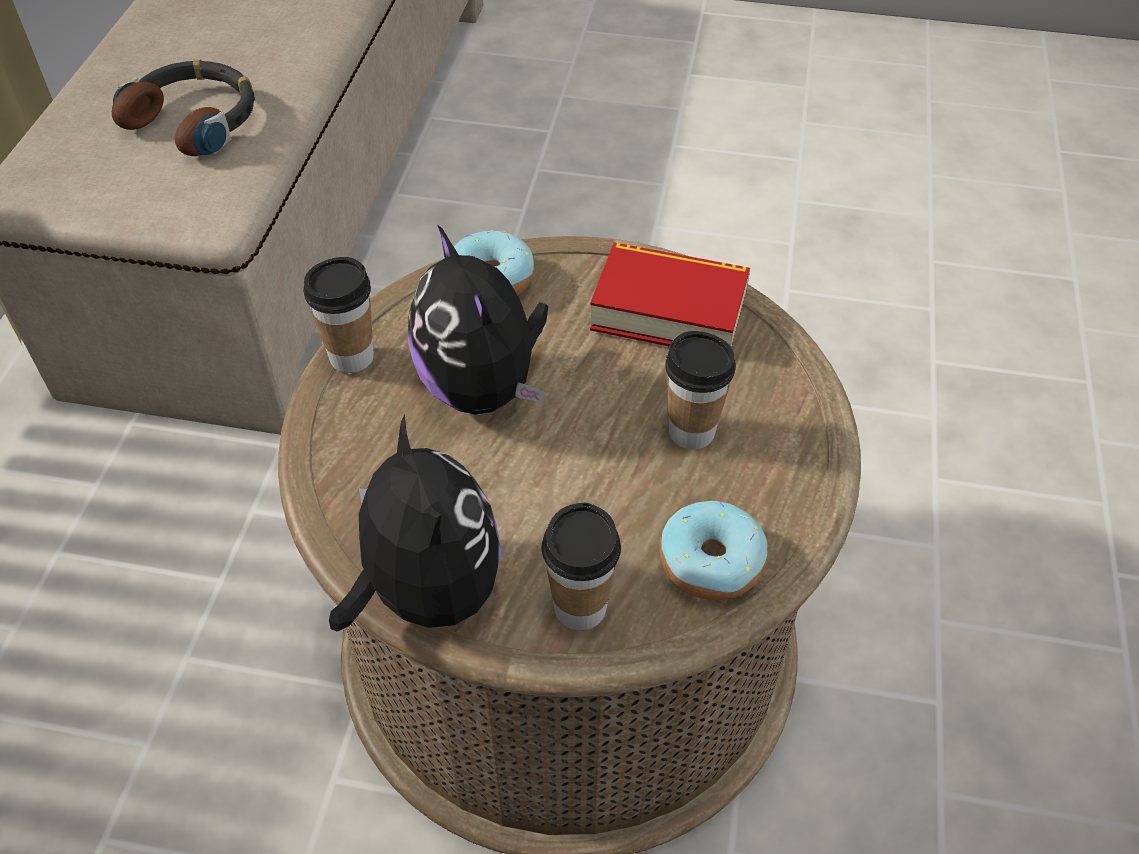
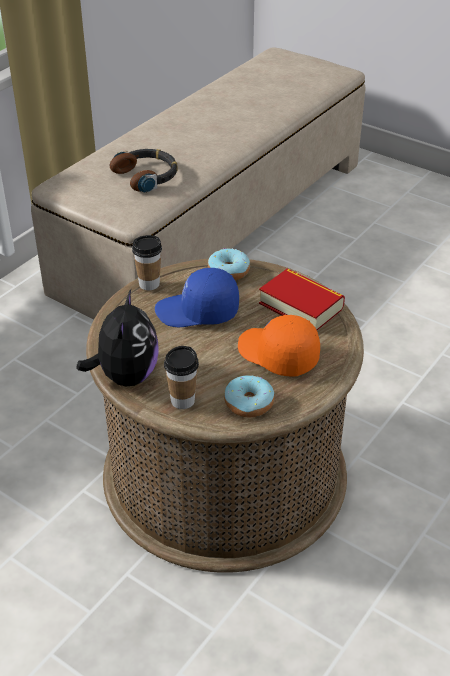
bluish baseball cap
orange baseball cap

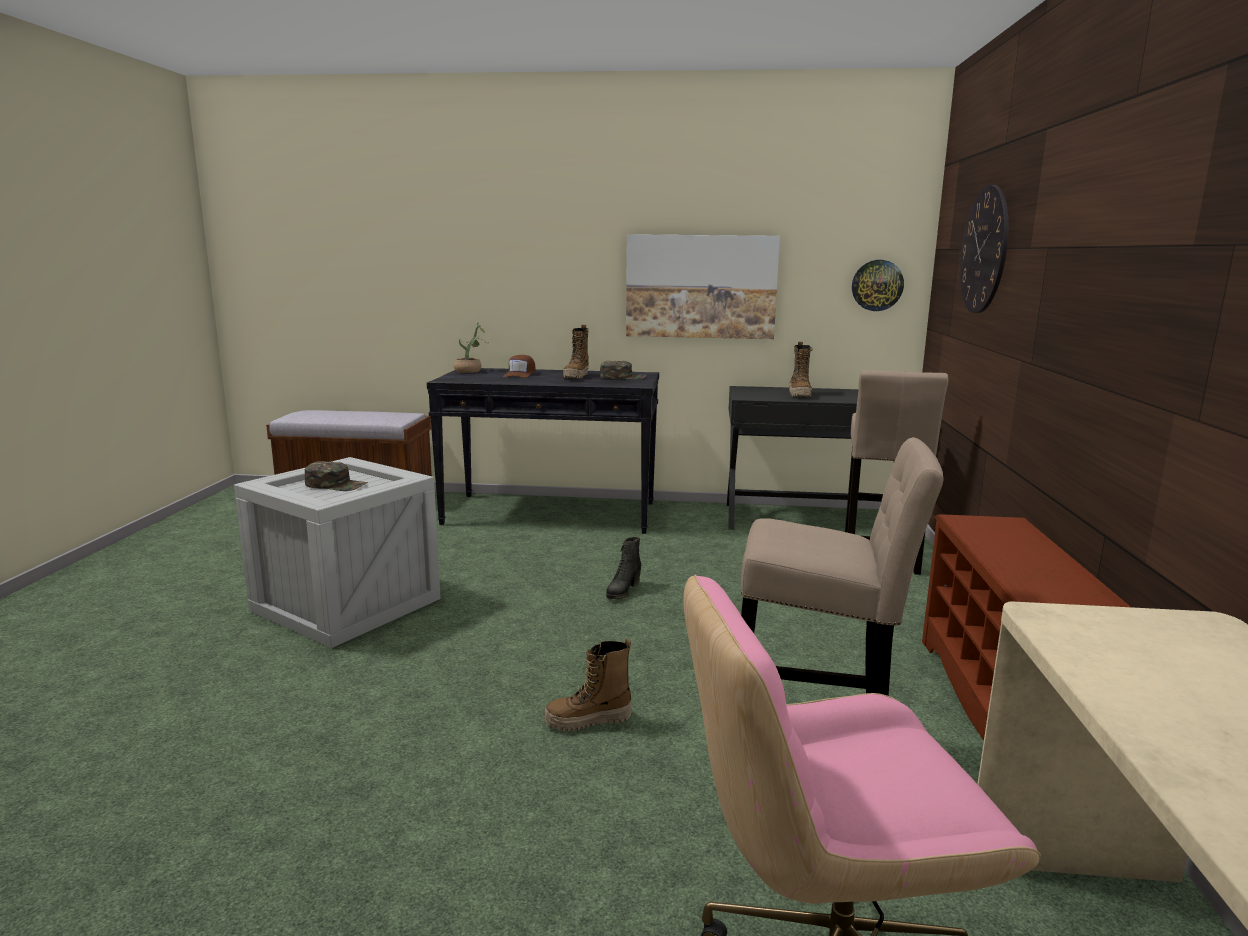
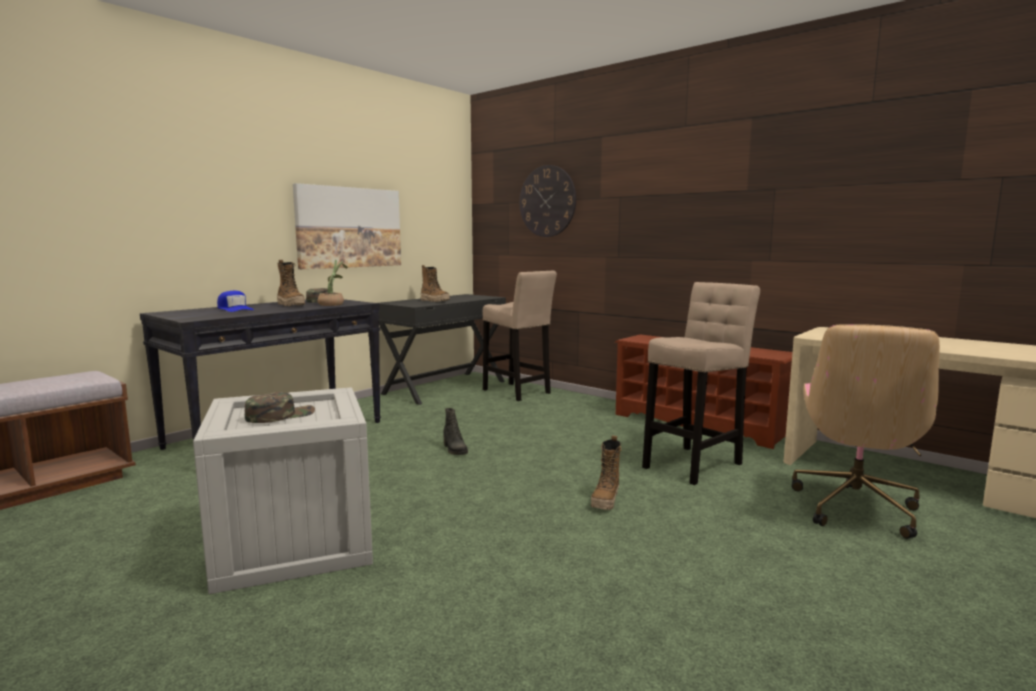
bluish baseball cap
houseplant
hanging clock (1st from left in the first image)

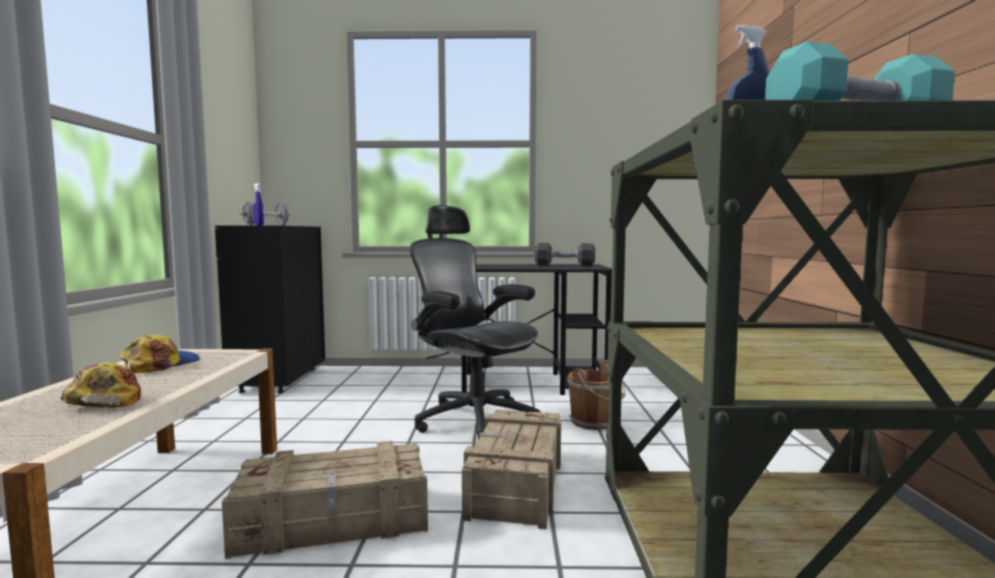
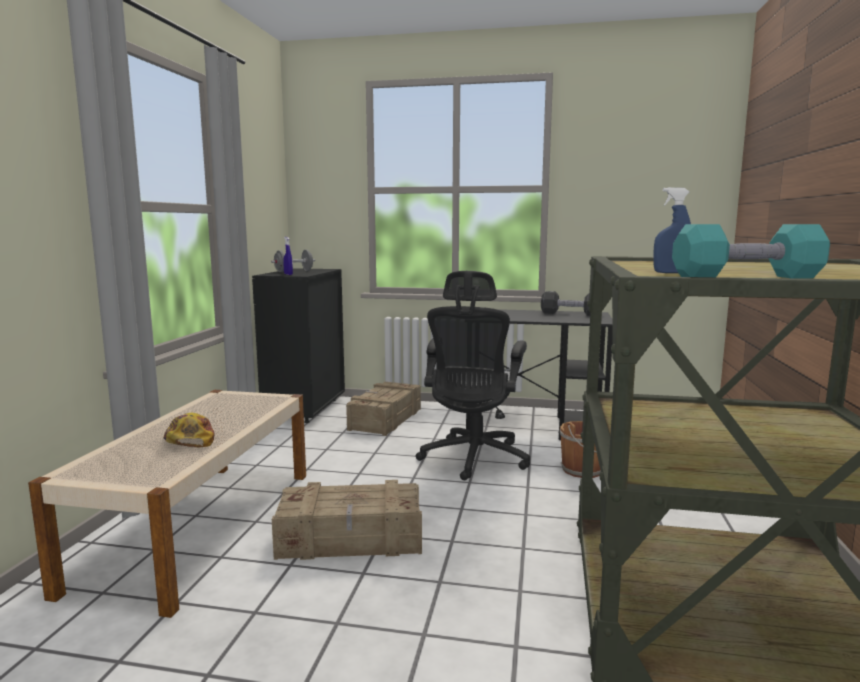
crate (2nd from left)
desk chair
baseball cap (2nd from left in the first image)

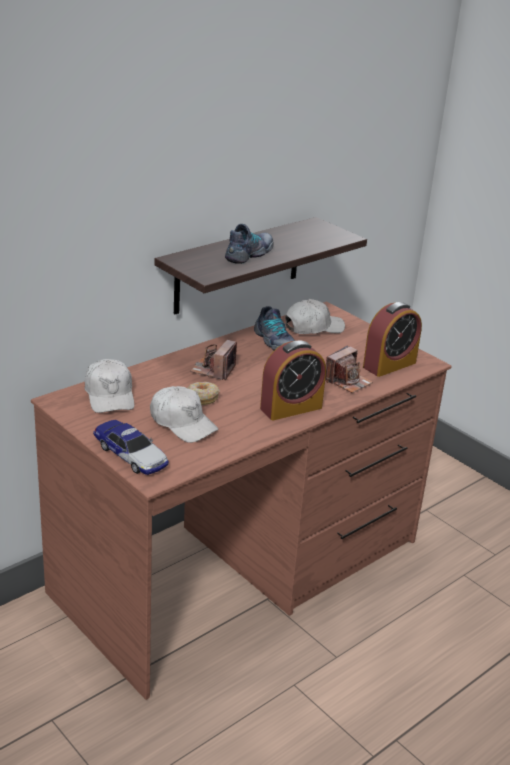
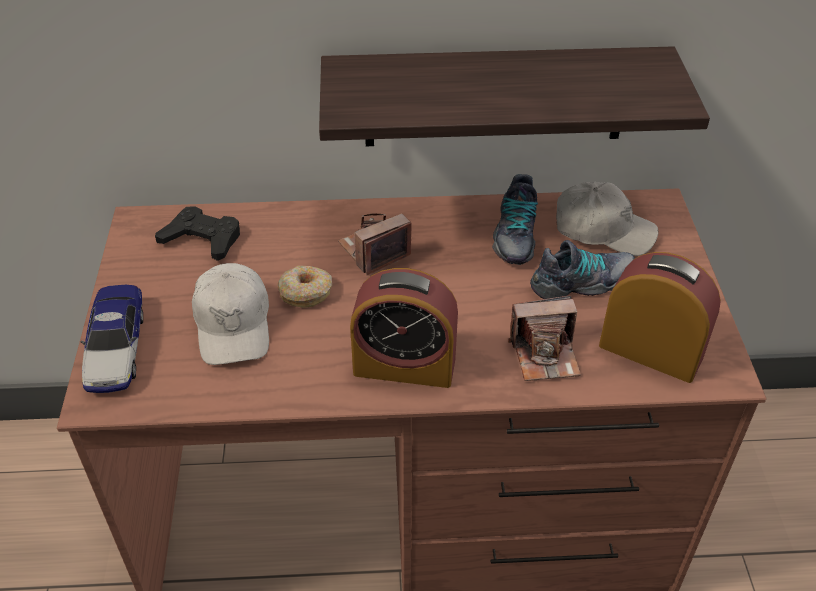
black-coloured game controller
low shoe (2nd from left)
bedside clock (2nd from left)

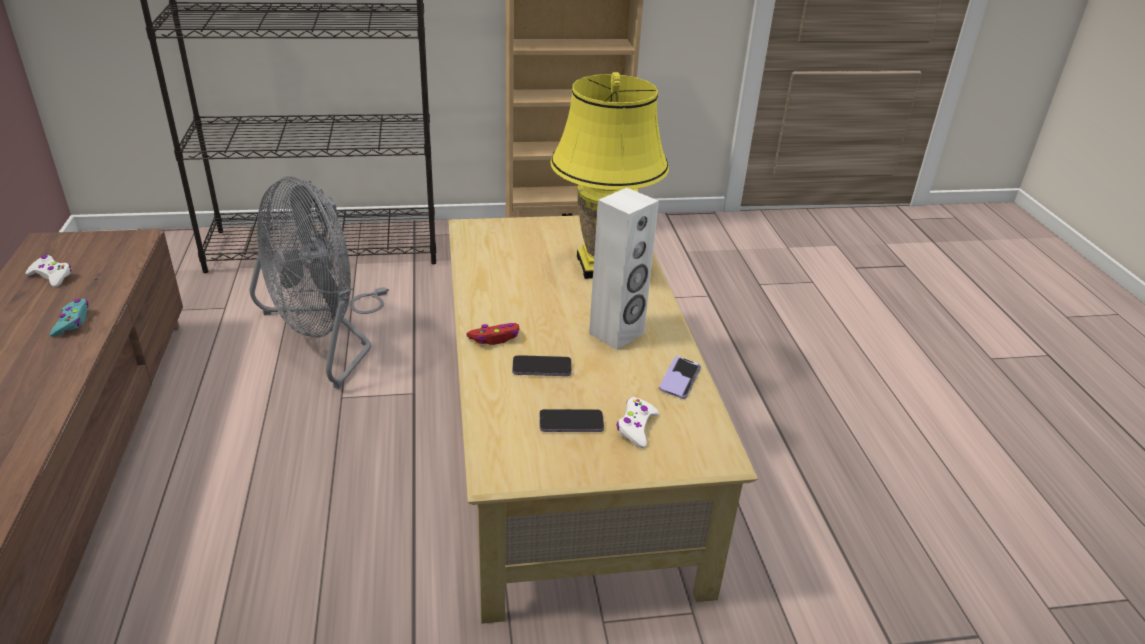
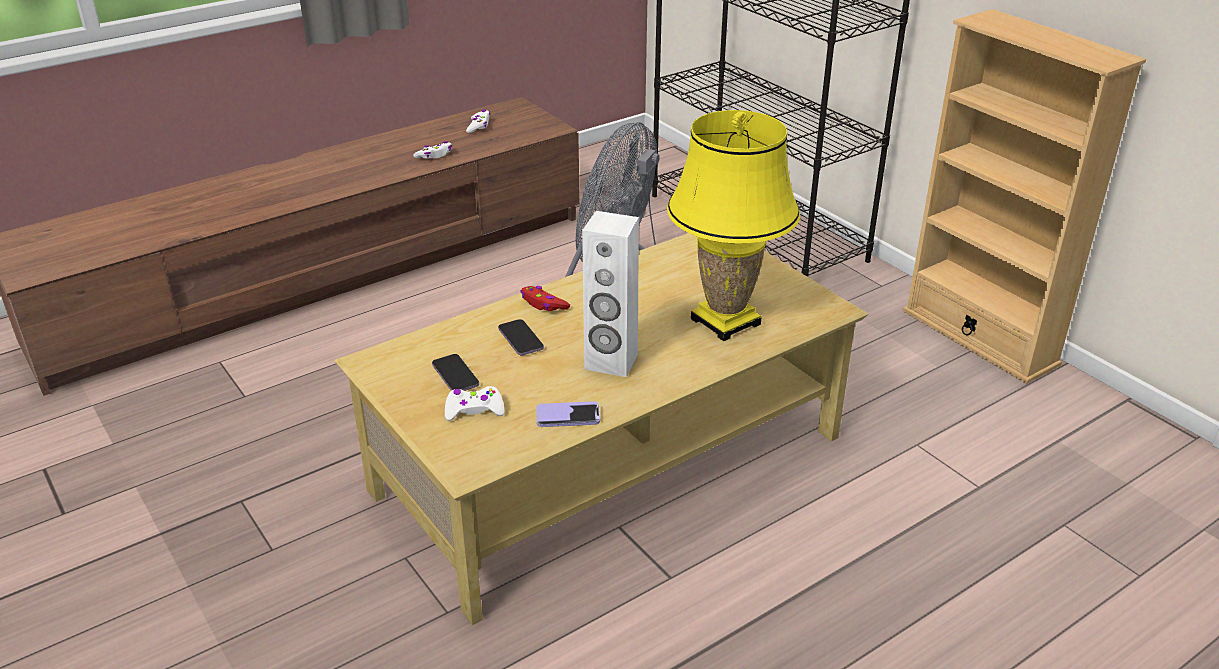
white game controller (1st from left)

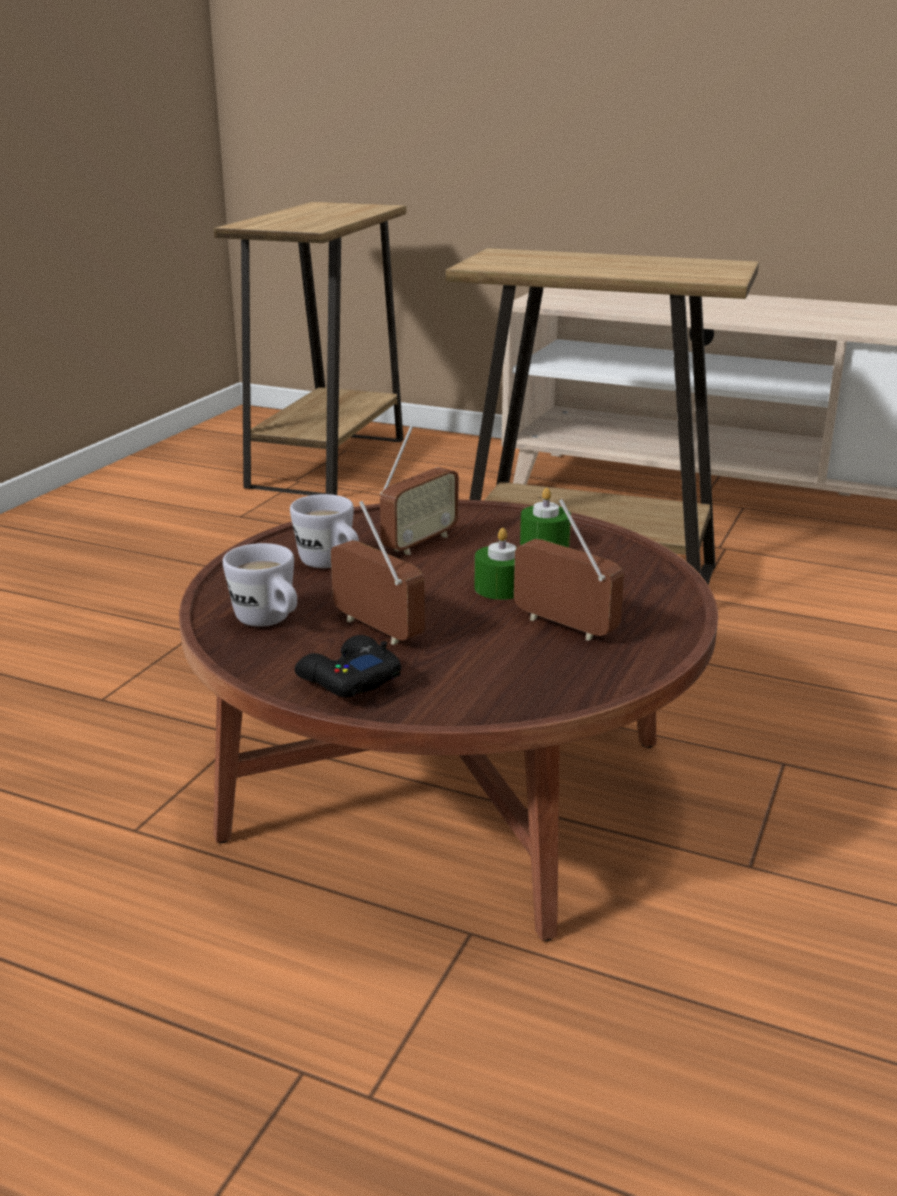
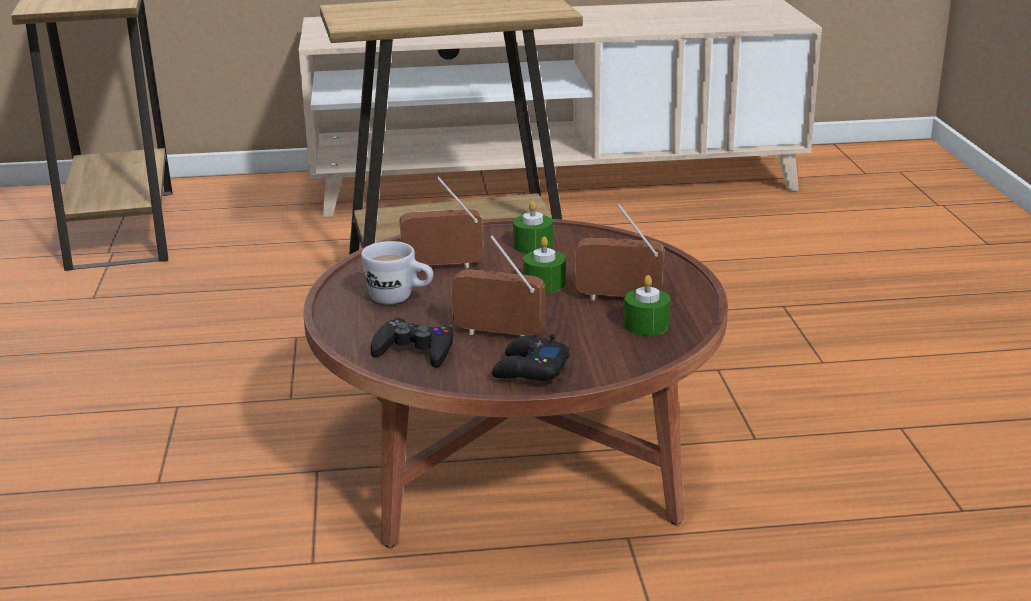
black-coloured game controller (1st from left)
radio receiver (1st from left)
greenish candle (3rd from left)

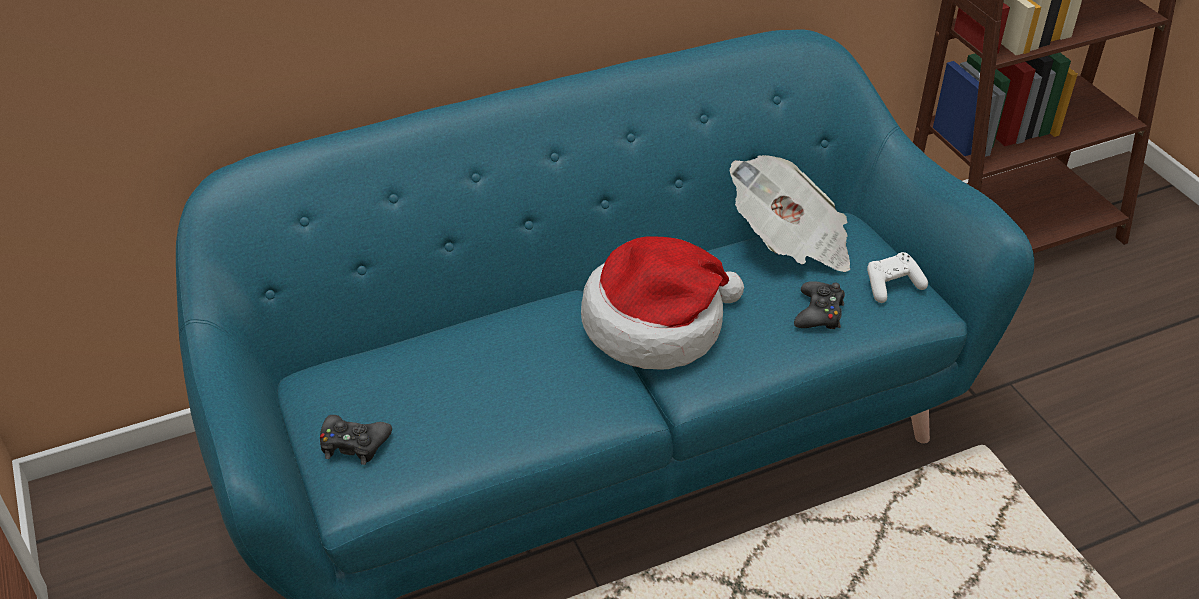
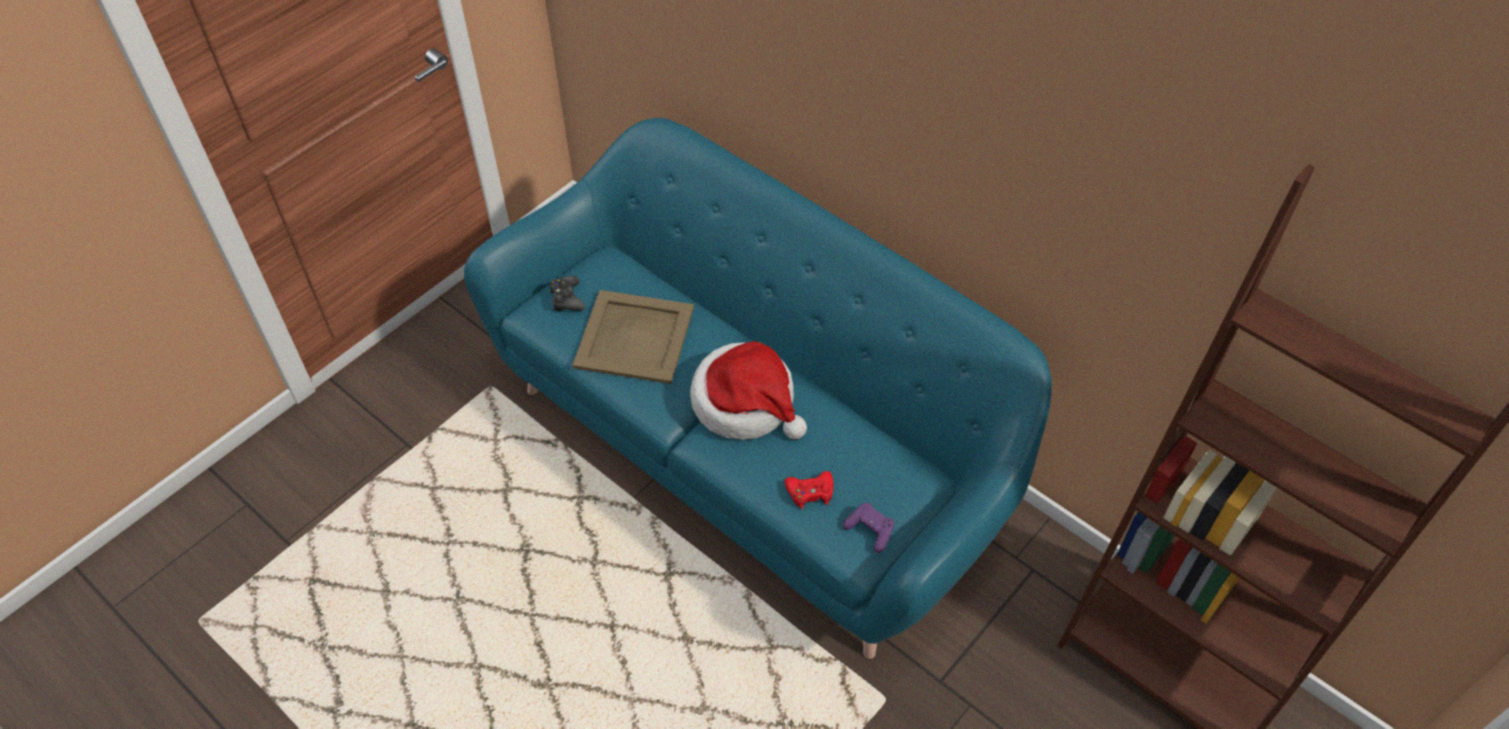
beige carrying tray
red-coloured game controller
purplish game controller
printed paper

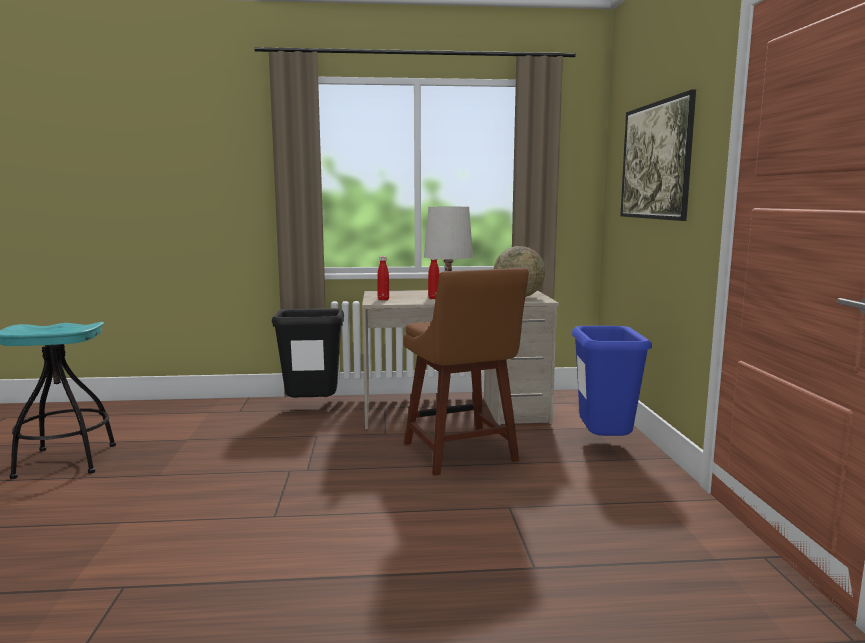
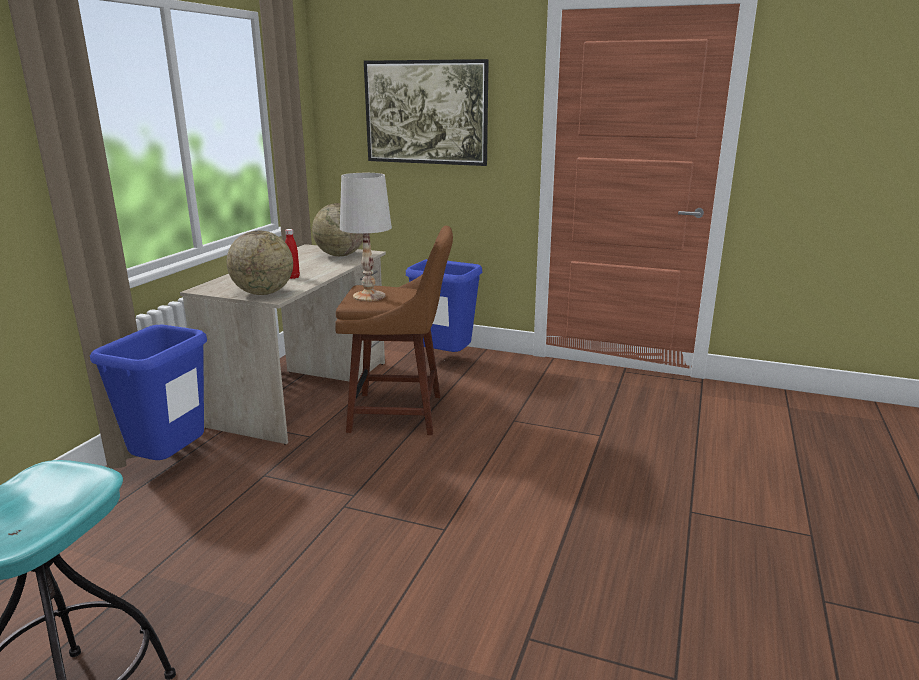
bluish trash can (1st from left)
globe (1st from left)

